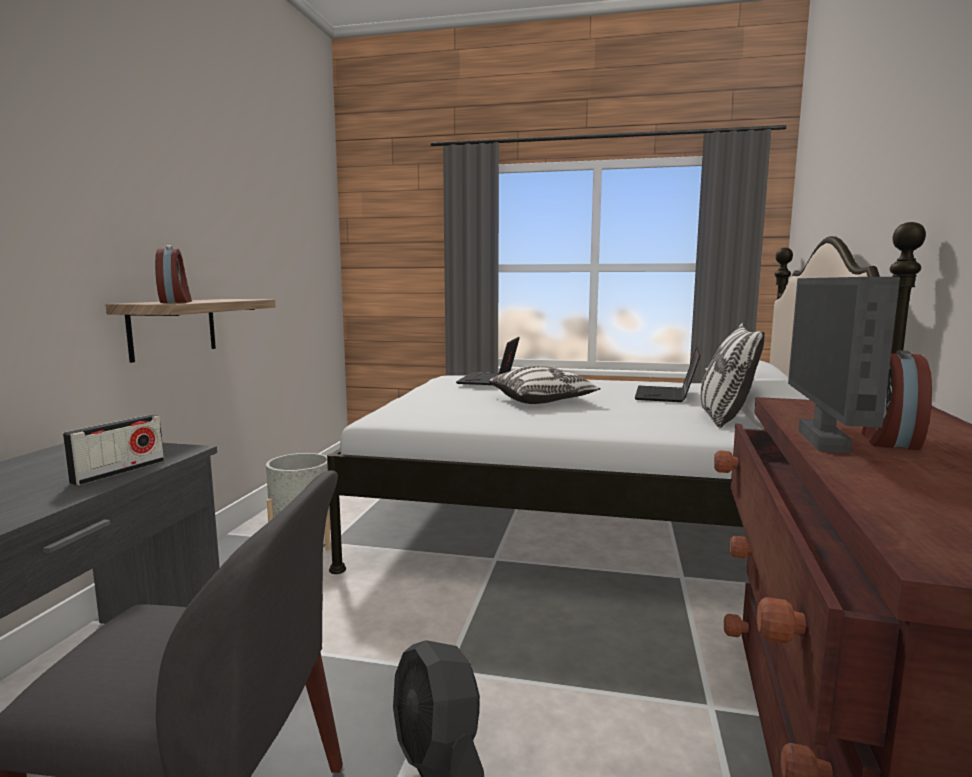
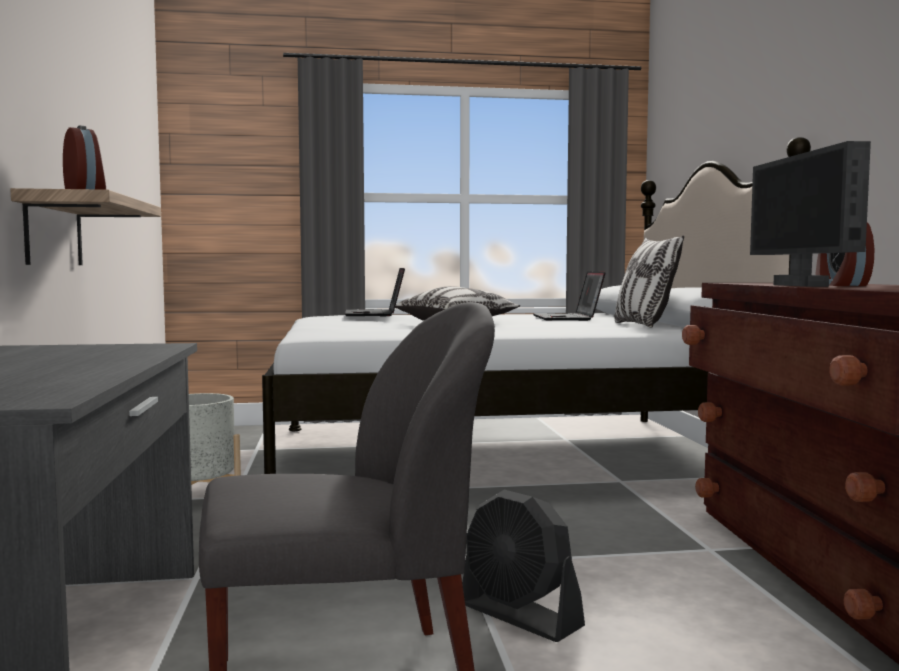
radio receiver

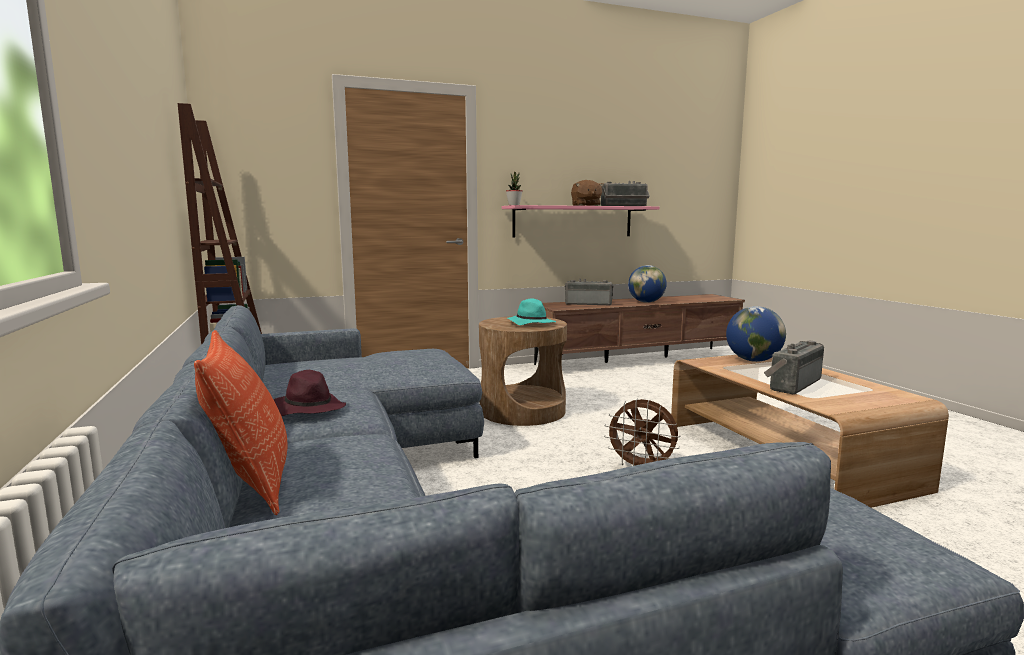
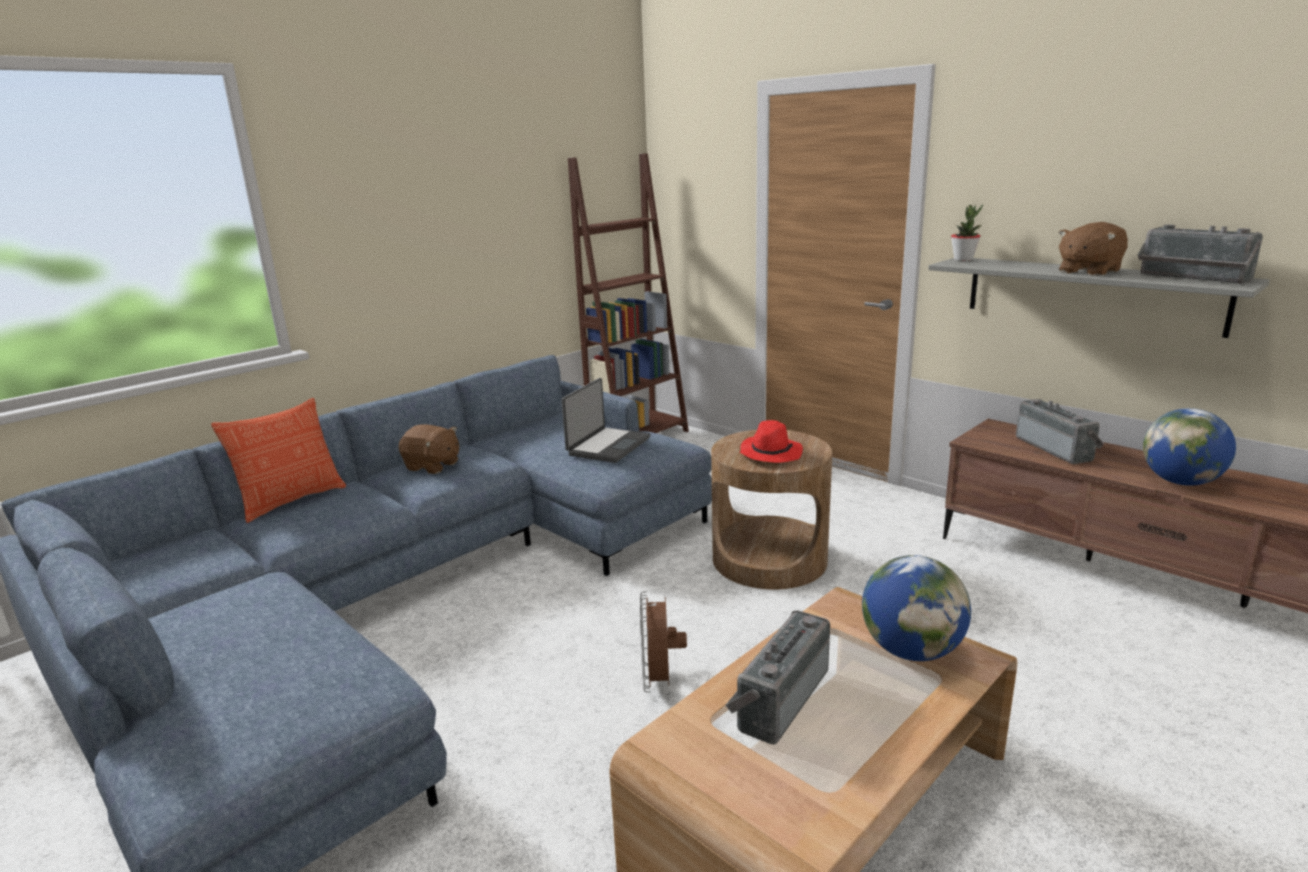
brownish cuddly toy (1st from left)
notebook computer
radio receiver (1st from left)
red-coloured hat
grey wall shelf

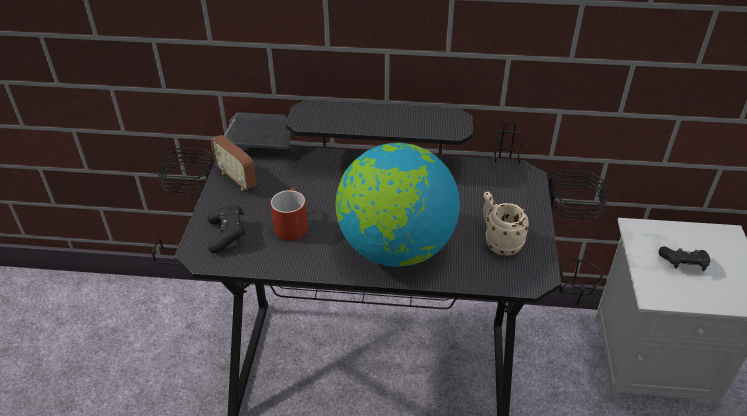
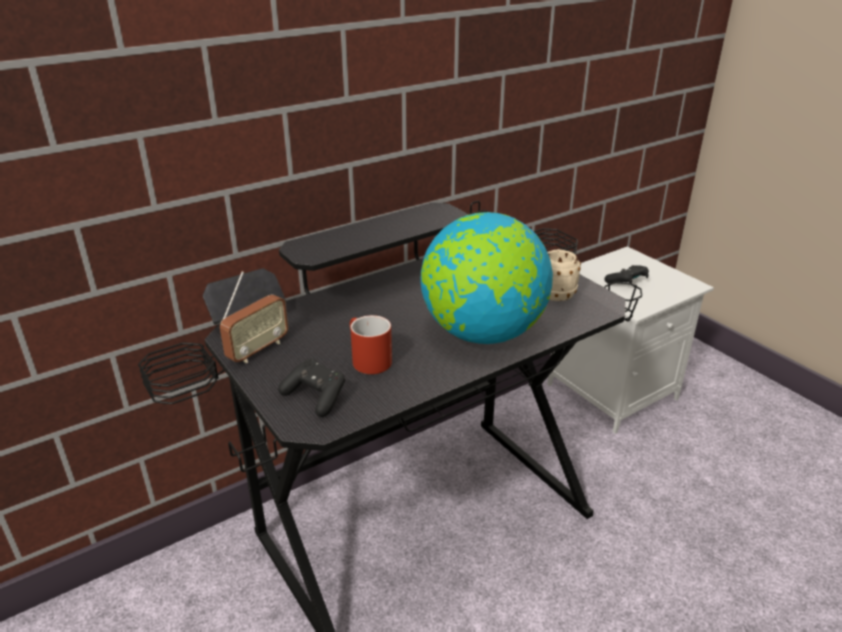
radio receiver

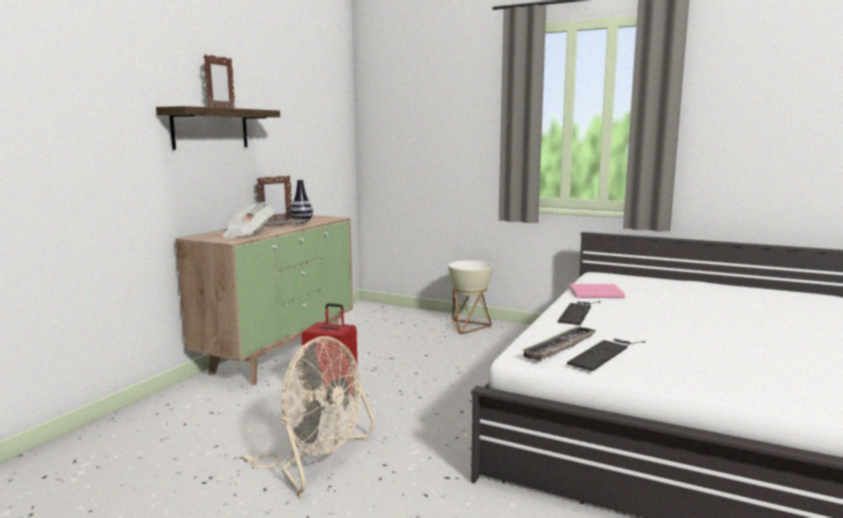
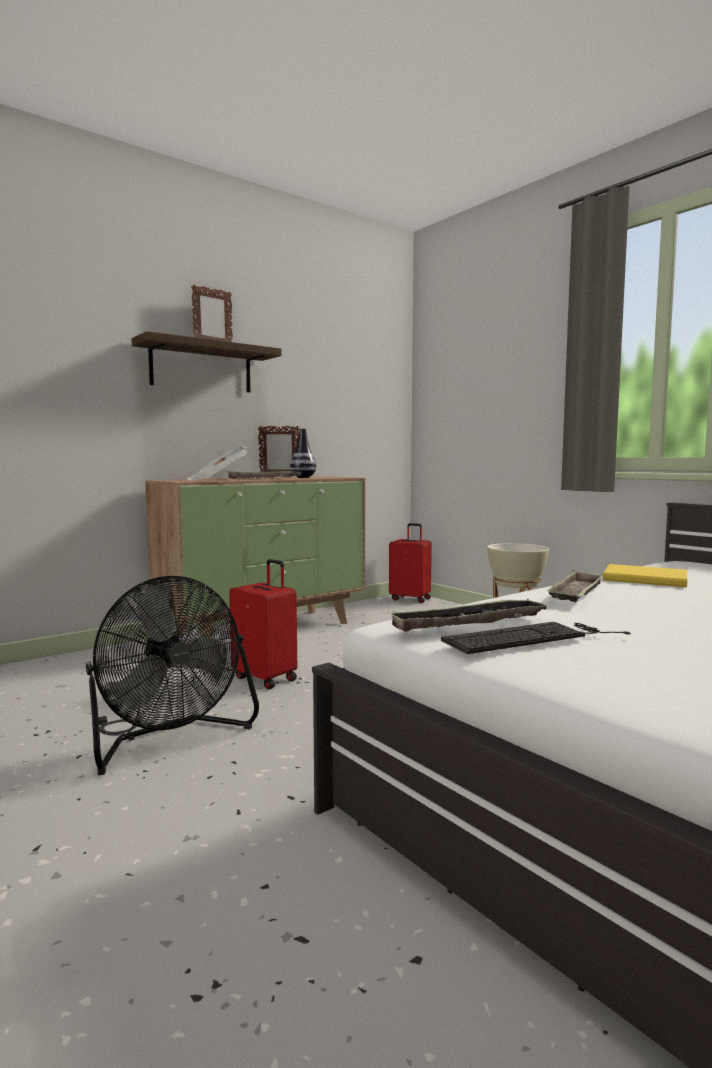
black-coloured cooling fan
red-coloured travel case (2nd from left)
carrying tray (3rd from left)
yellow-coloured bound book

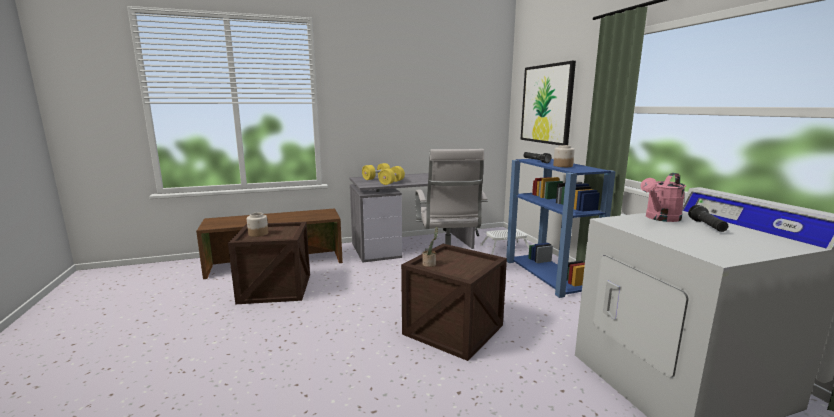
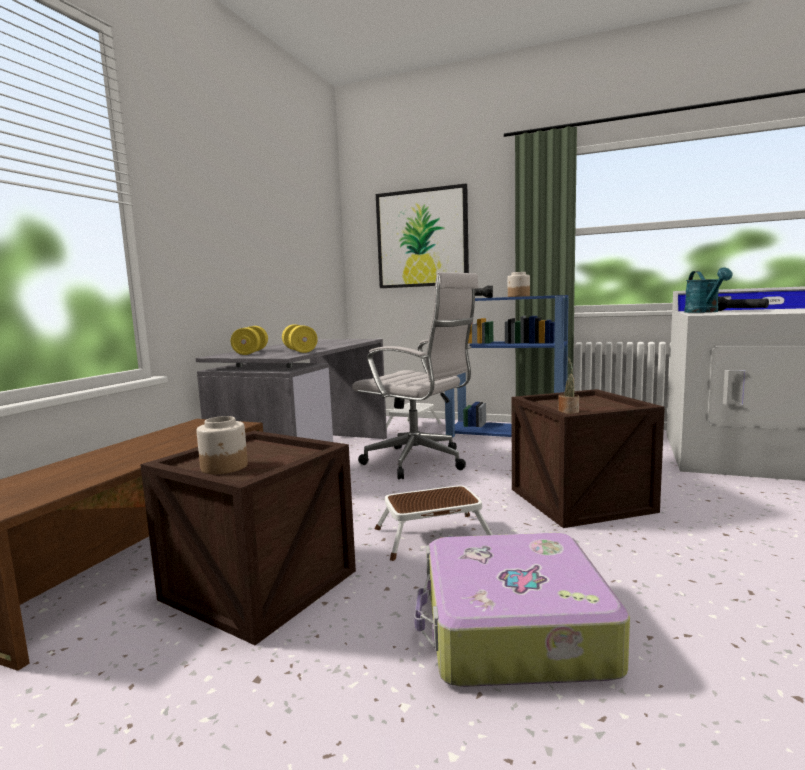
brownish stepladder
travel case
blue-green watering pot

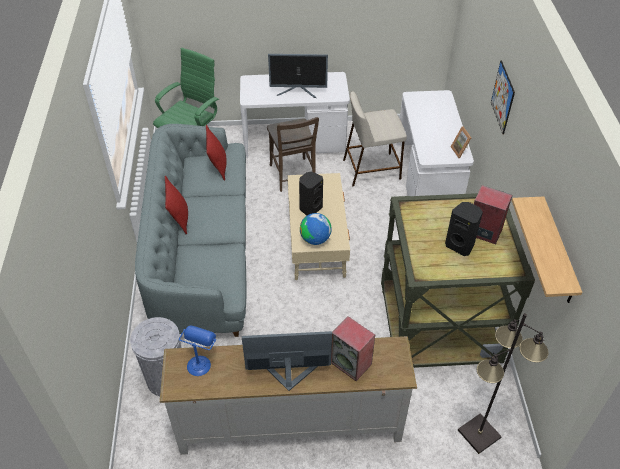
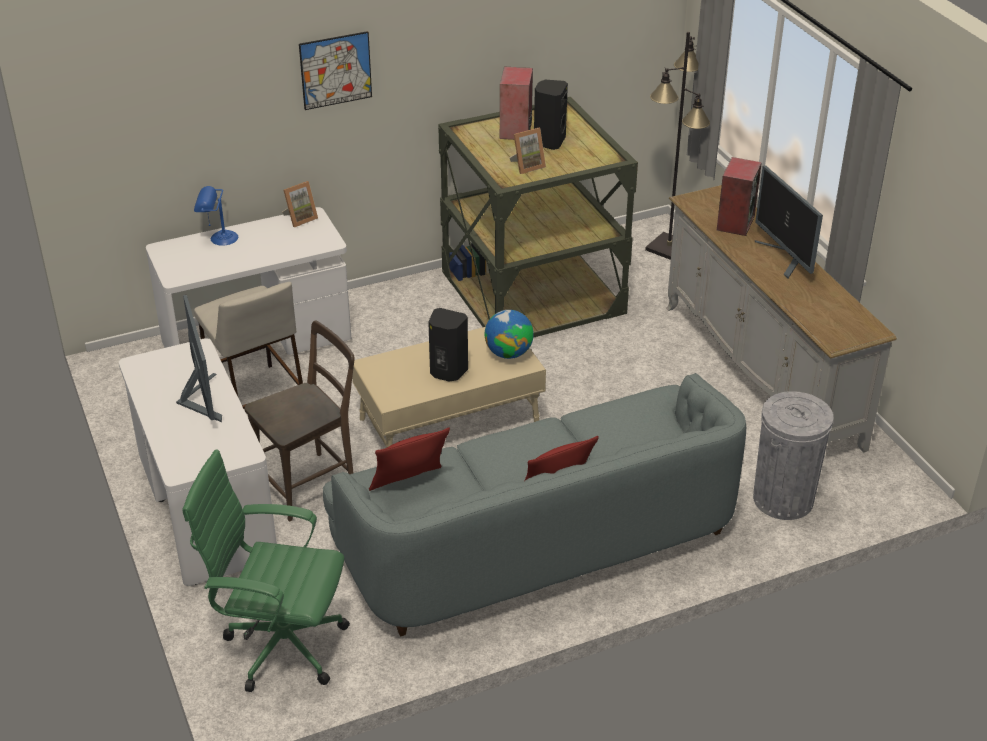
bluish lamp for a table
standing frame (2nd from left)
wall shelf

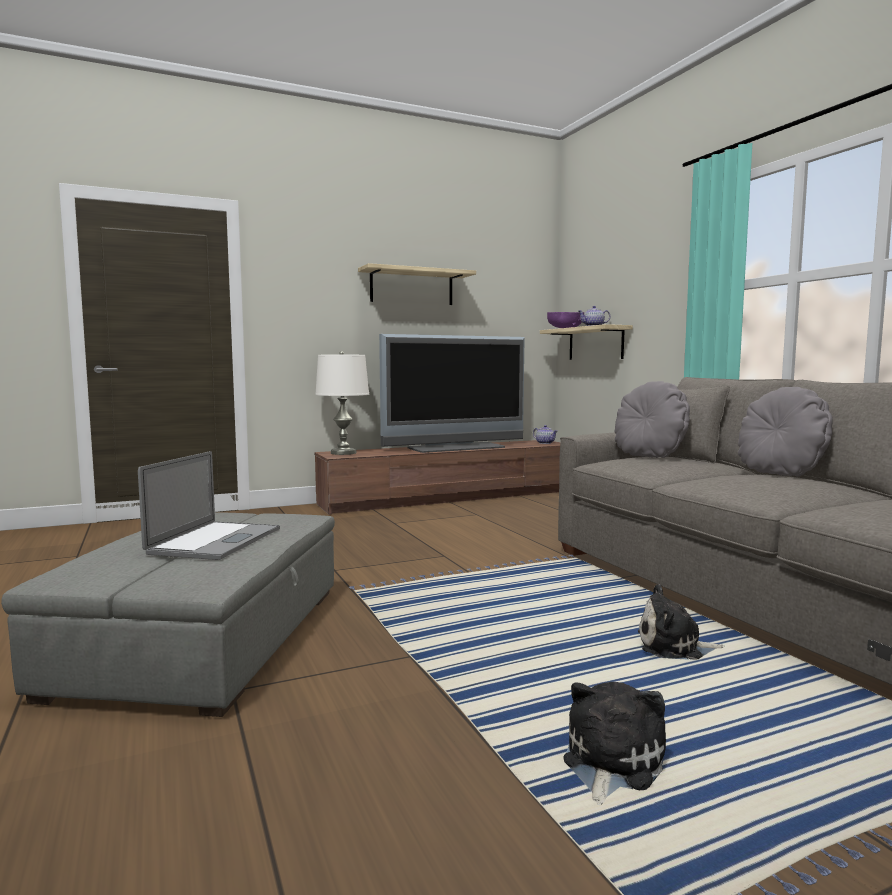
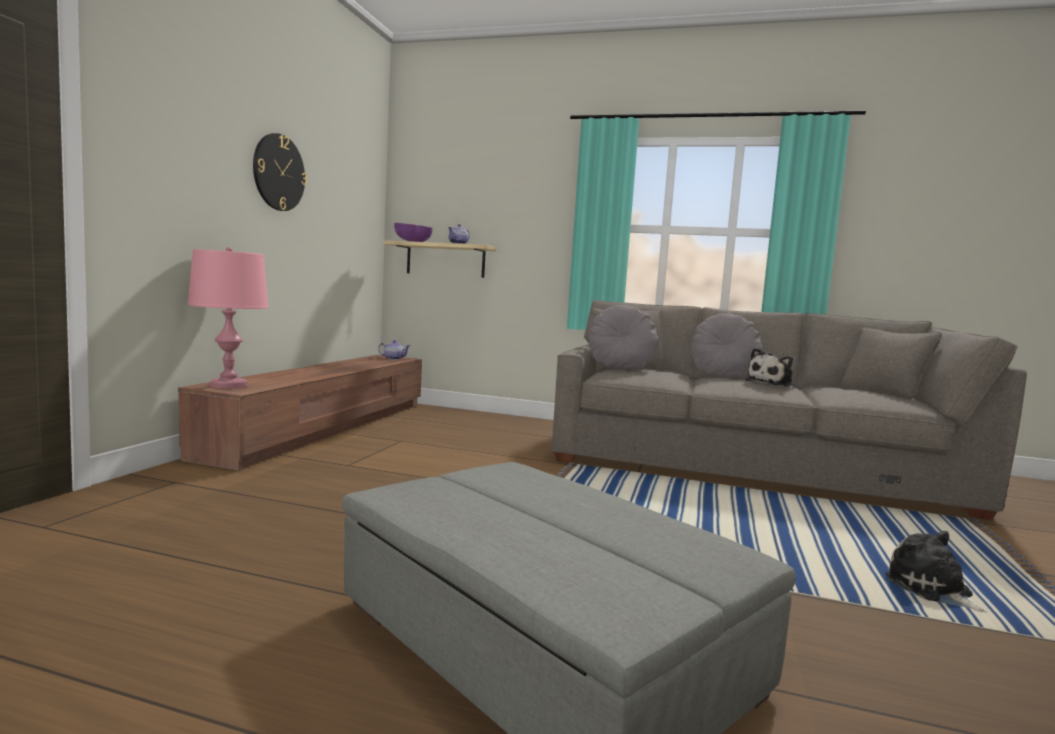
pink lamp for a table
hanging clock
cuddly toy (1st from left)
notebook computer
TV

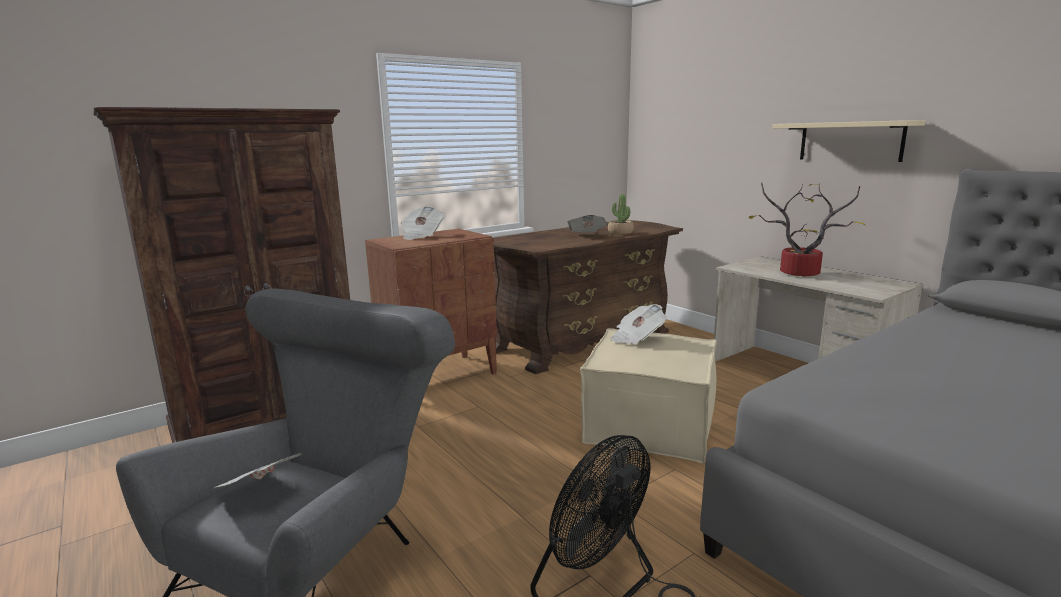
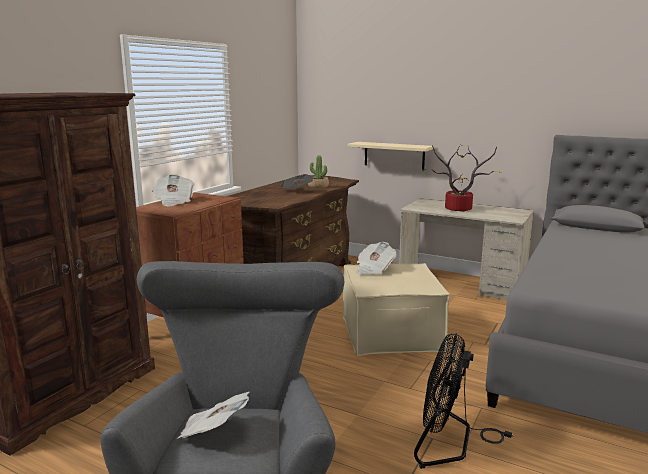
beige wall shelf

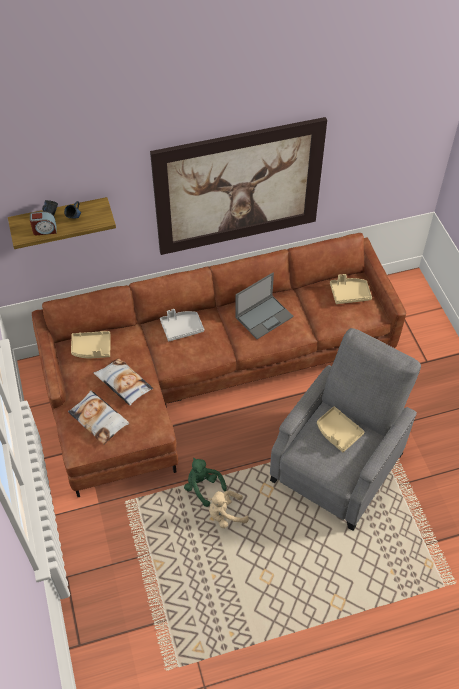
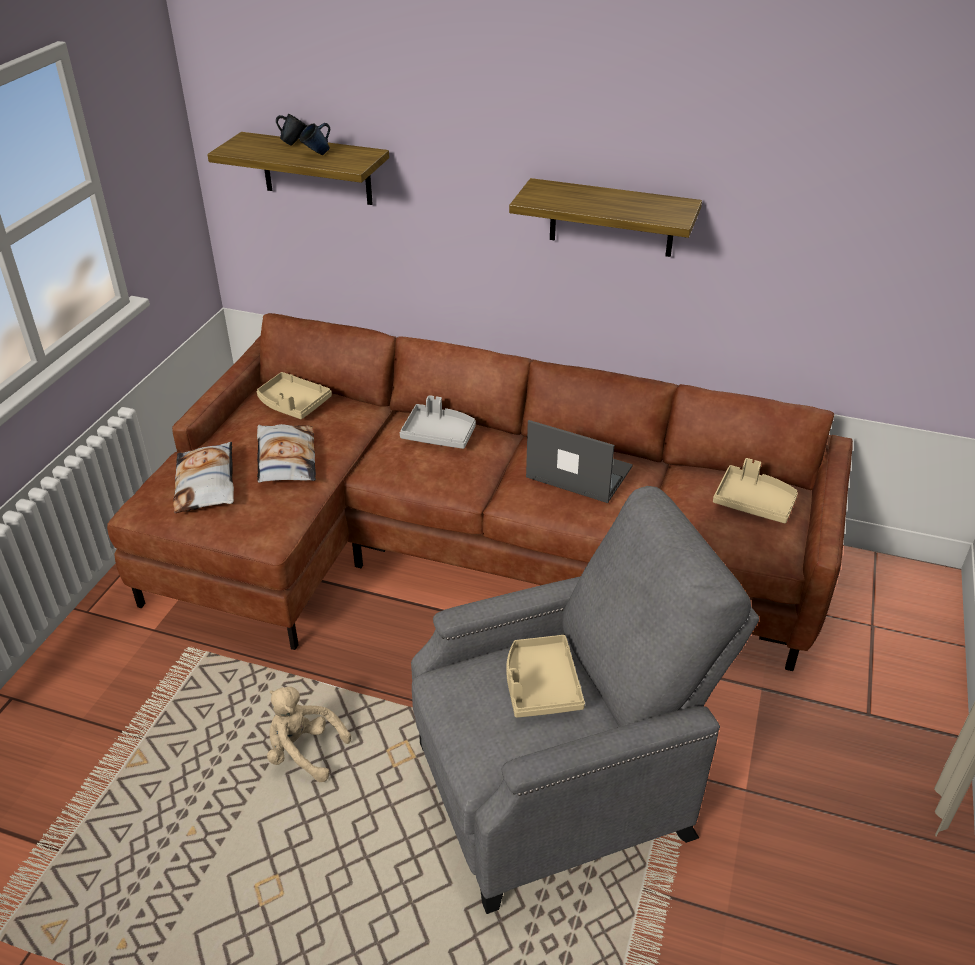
wall shelf (2nd from left)
notebook computer
bedside clock
greenish cuddly toy

